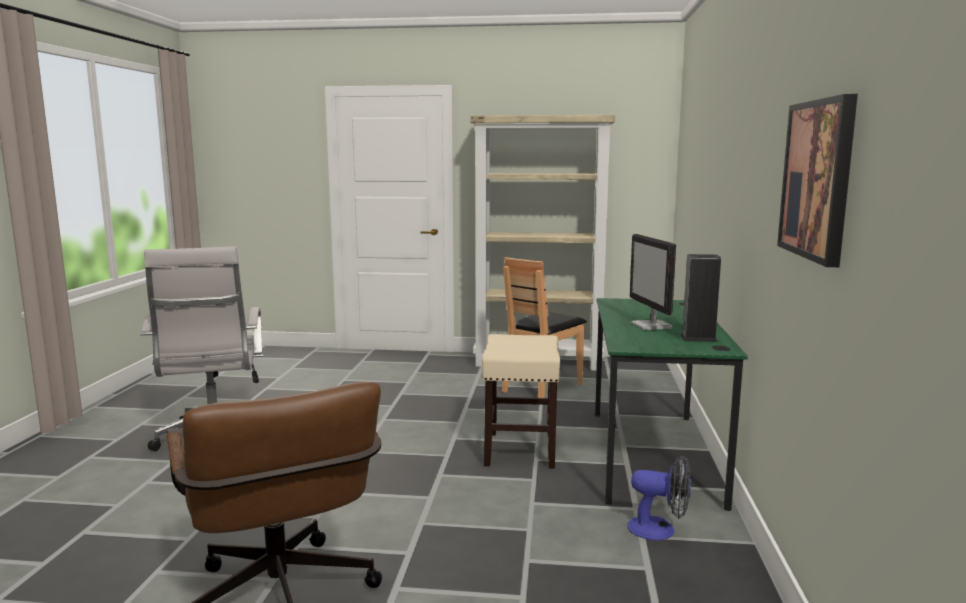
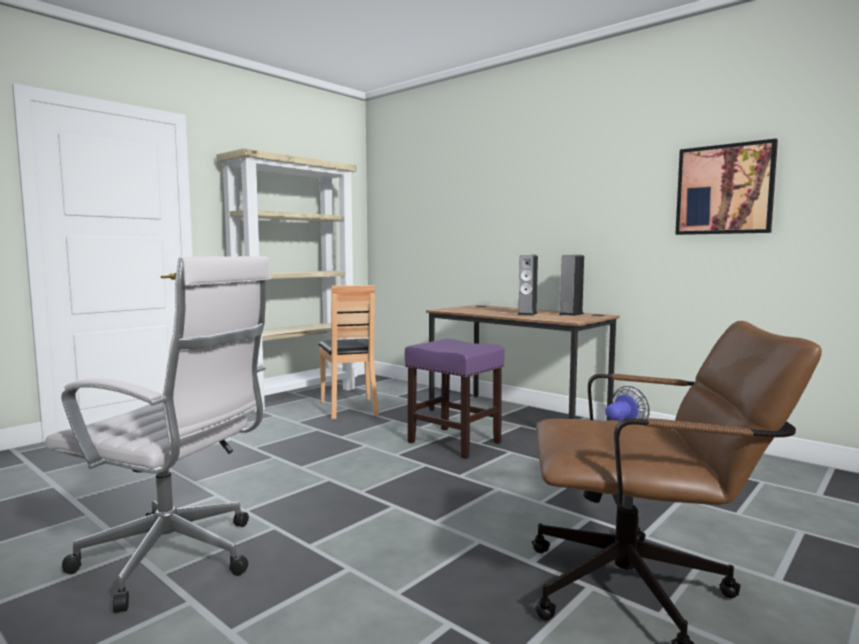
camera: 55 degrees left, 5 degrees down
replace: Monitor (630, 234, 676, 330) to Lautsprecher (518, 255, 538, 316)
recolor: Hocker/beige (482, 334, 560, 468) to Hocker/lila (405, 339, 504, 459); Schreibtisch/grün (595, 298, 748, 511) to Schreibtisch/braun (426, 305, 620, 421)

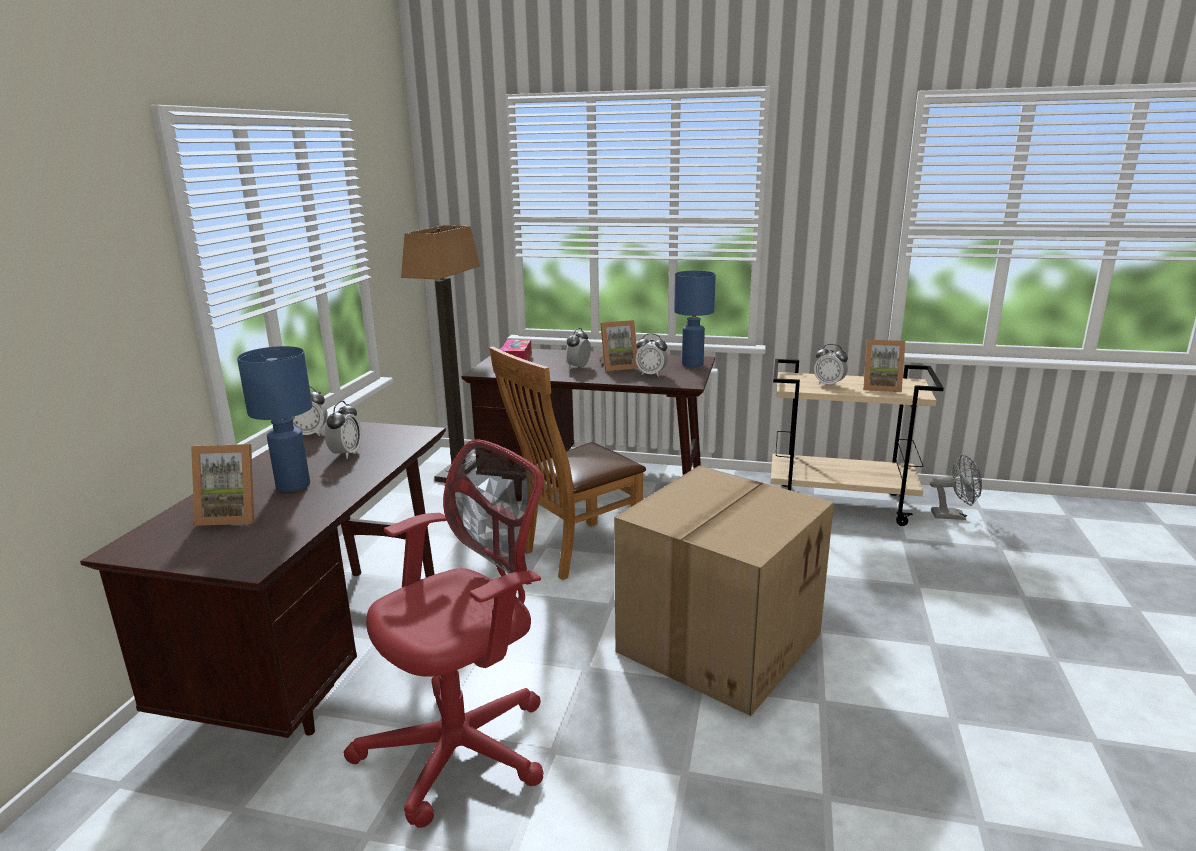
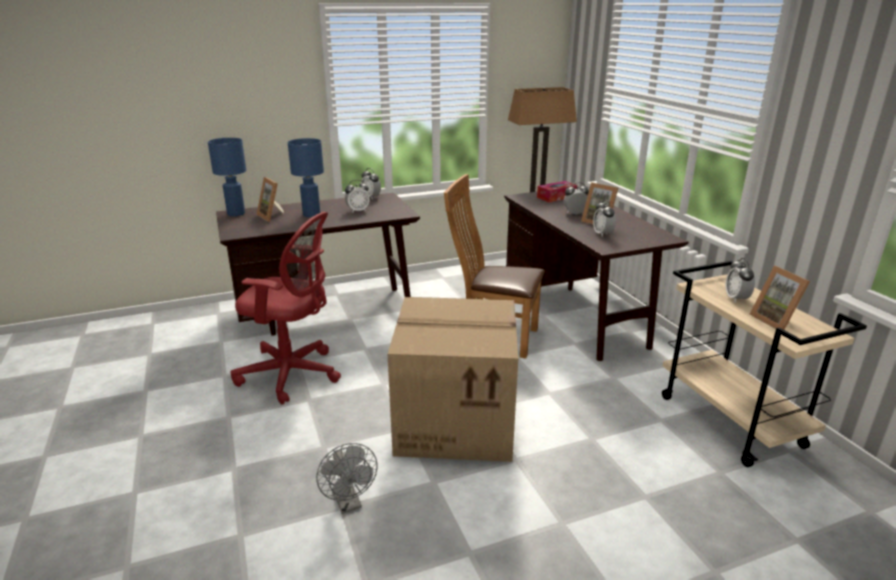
camera: 55 degrees right, 5 degrees up
move: Tischlampe/blau (674, 271, 716, 367) to (208, 138, 246, 216); Ventilator/grau (930, 454, 982, 520) to (316, 443, 377, 514)

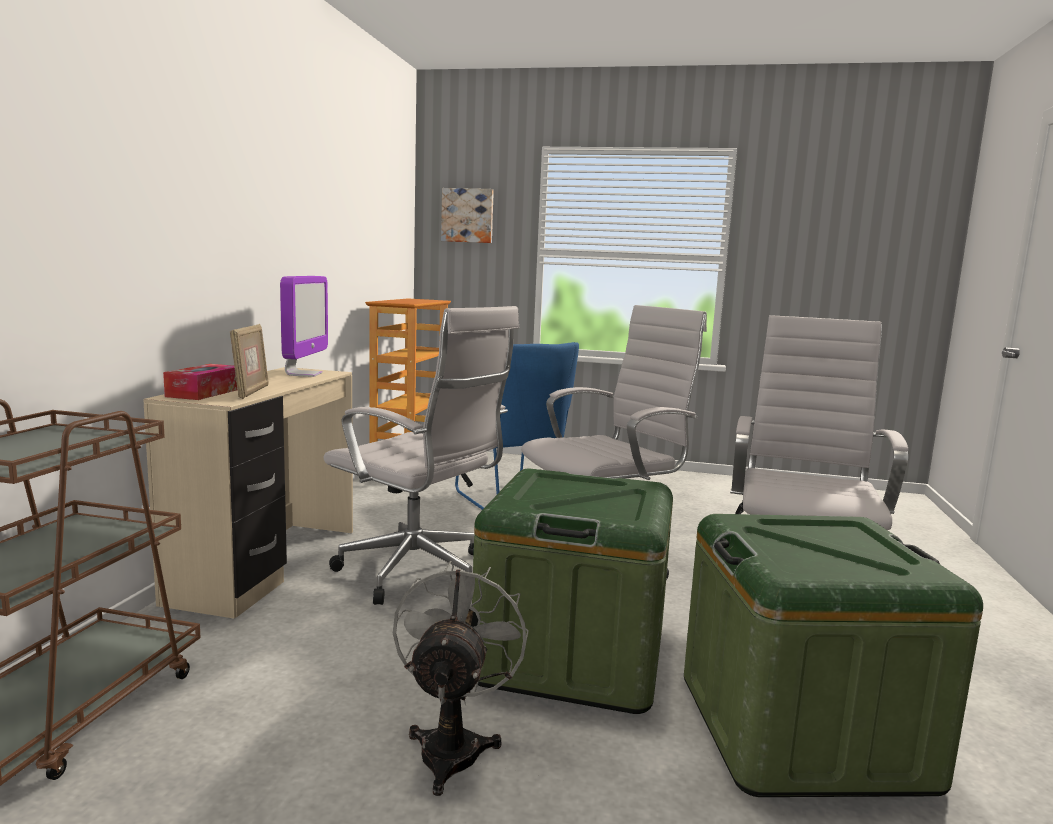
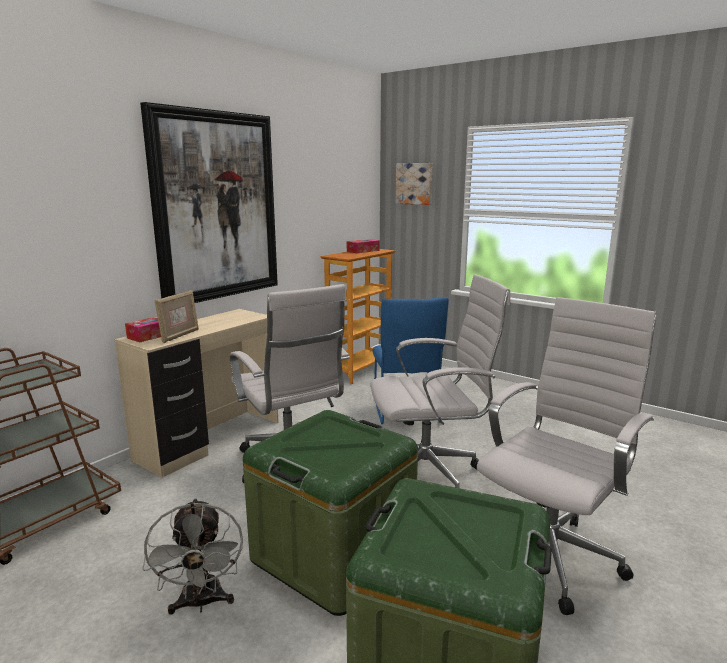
camera: 25 degrees right, 5 degrees up
delete: Monitor (280, 276, 328, 377)
insert: Bild (140, 102, 278, 303); Taschentuchbox (347, 239, 380, 253)
rotate: Ventilator/grau (393, 561, 529, 796) = (142, 498, 243, 615) 135 degrees clockwise

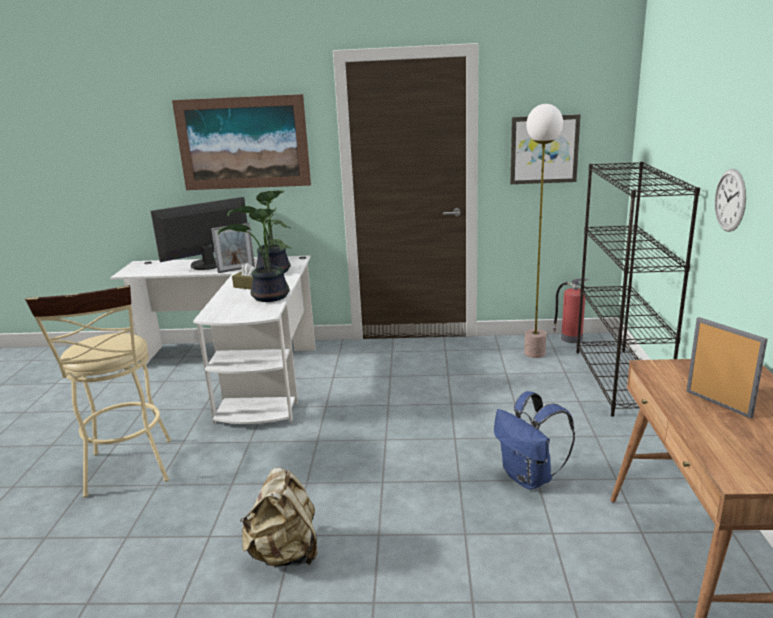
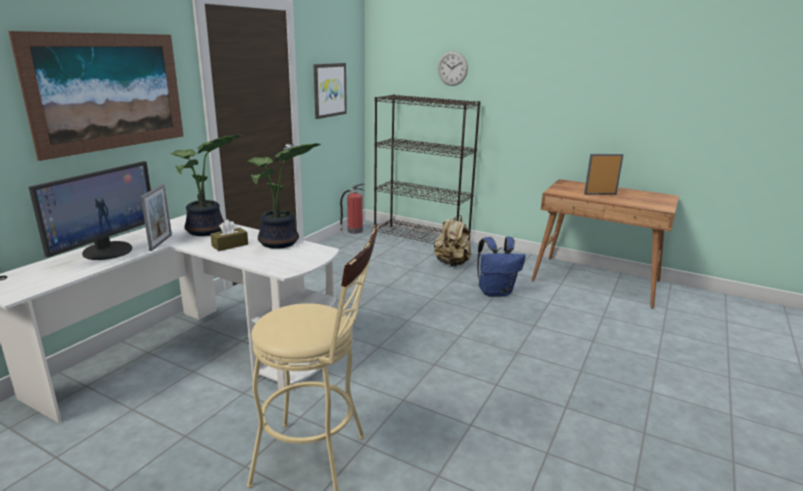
camera: 65 degrees left, 0 degrees up
delete: Stehlampe (524, 104, 563, 358)
move: Rucksack/beige (240, 467, 317, 567) to (434, 215, 471, 267); Wanduhr (715, 169, 746, 232) to (437, 51, 468, 86)
rotate: Monitor (151, 197, 247, 270) = (29, 161, 151, 260) 150 degrees counterclockwise

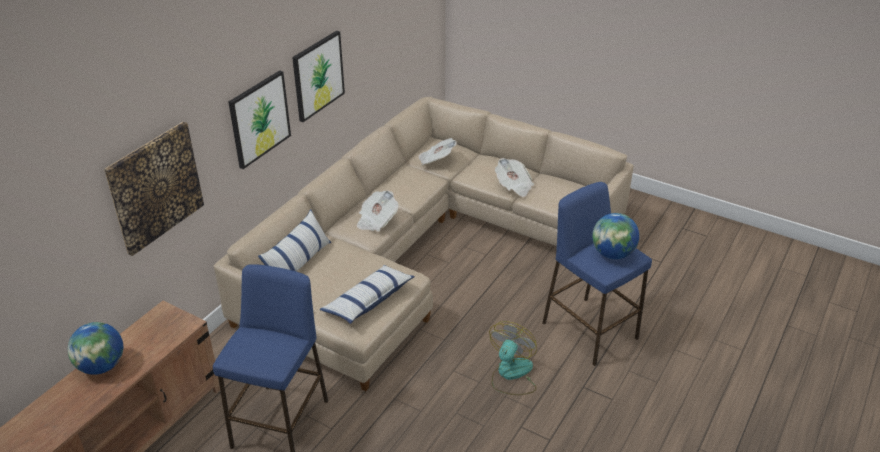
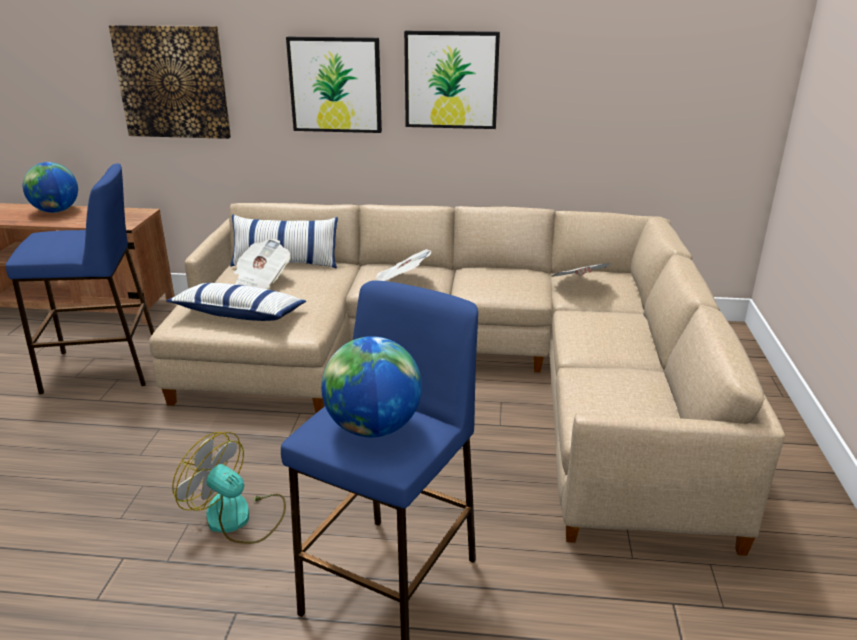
camera: 65 degrees right, 10 degrees down
move: Zeitung (495, 158, 534, 197) to (234, 239, 290, 289)
rotate: Ventilator (489, 321, 537, 395) = (172, 432, 286, 544) 150 degrees counterclockwise

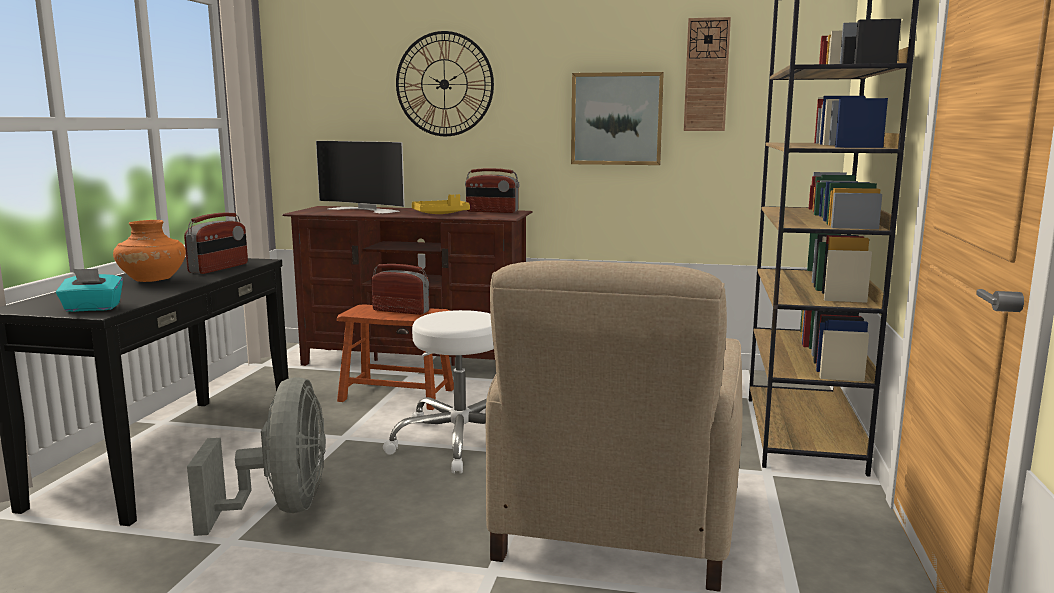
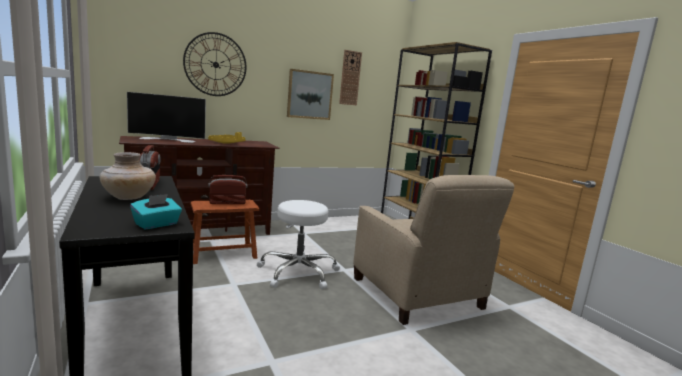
camera: 40 degrees left, 0 degrees up
delete: Ventilator/grau (187, 377, 326, 536); Radio (465, 168, 519, 213)
recolor: Vase/orange (113, 220, 186, 282) to Vase/beige (100, 152, 156, 200)

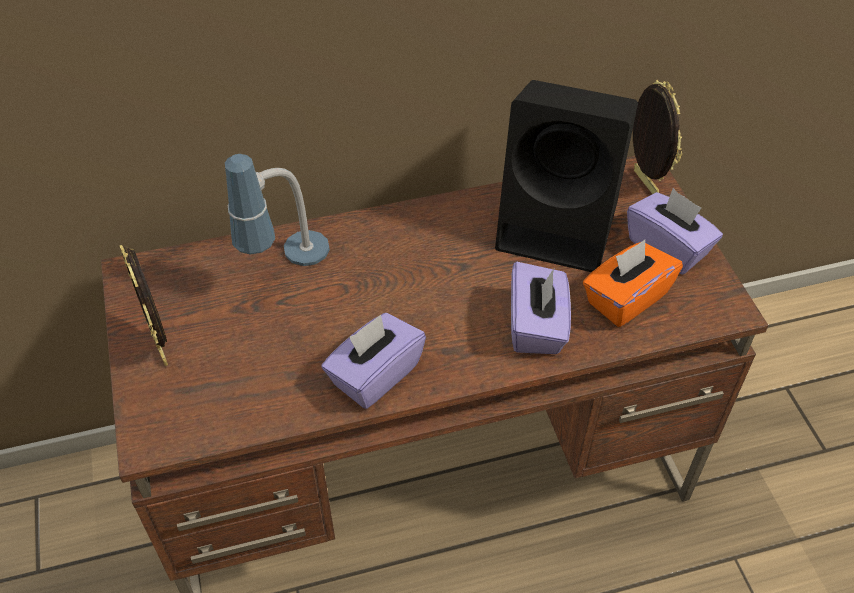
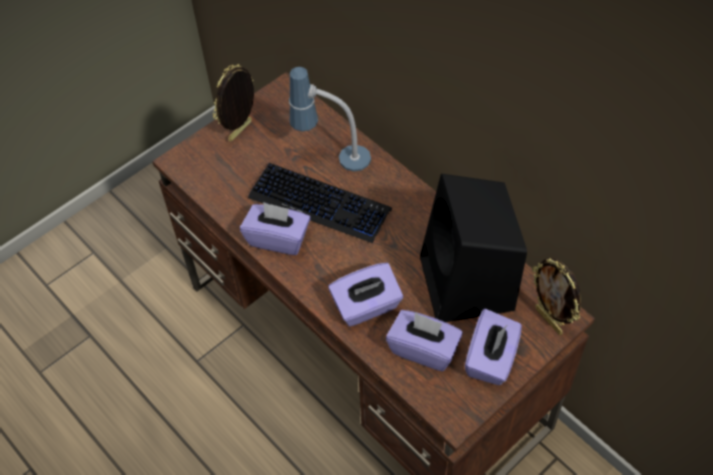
camera: 65 degrees right, 5 degrees up
insert: Tastatur (248, 163, 392, 243)
recolor: Taschentuchbox/orange (583, 240, 683, 327) to Taschentuchbox/lila (386, 310, 463, 371)
rotate: Bilderrahmen (633, 80, 682, 194) = (532, 258, 581, 335) 105 degrees clockwise

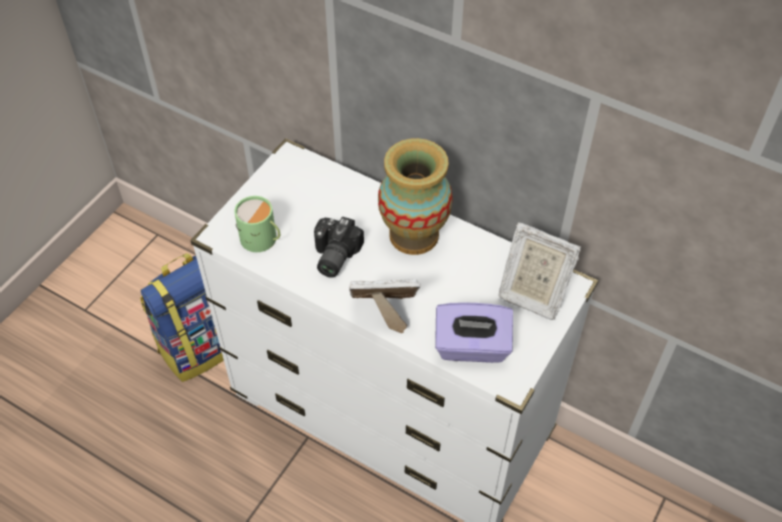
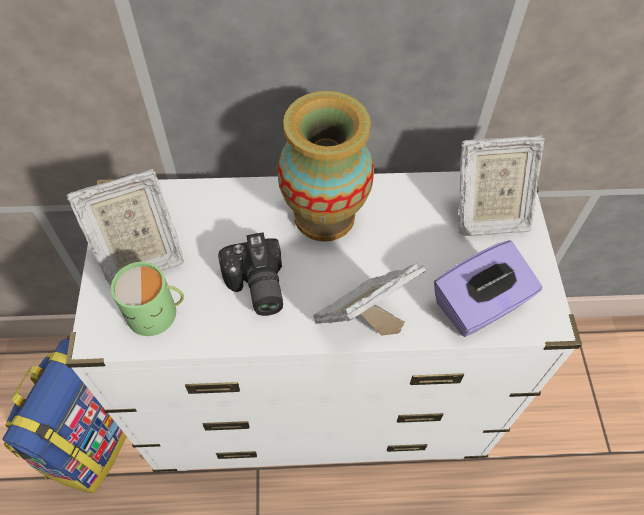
camera: 35 degrees left, 5 degrees up
insert: Bilderrahmen (67, 169, 184, 286)

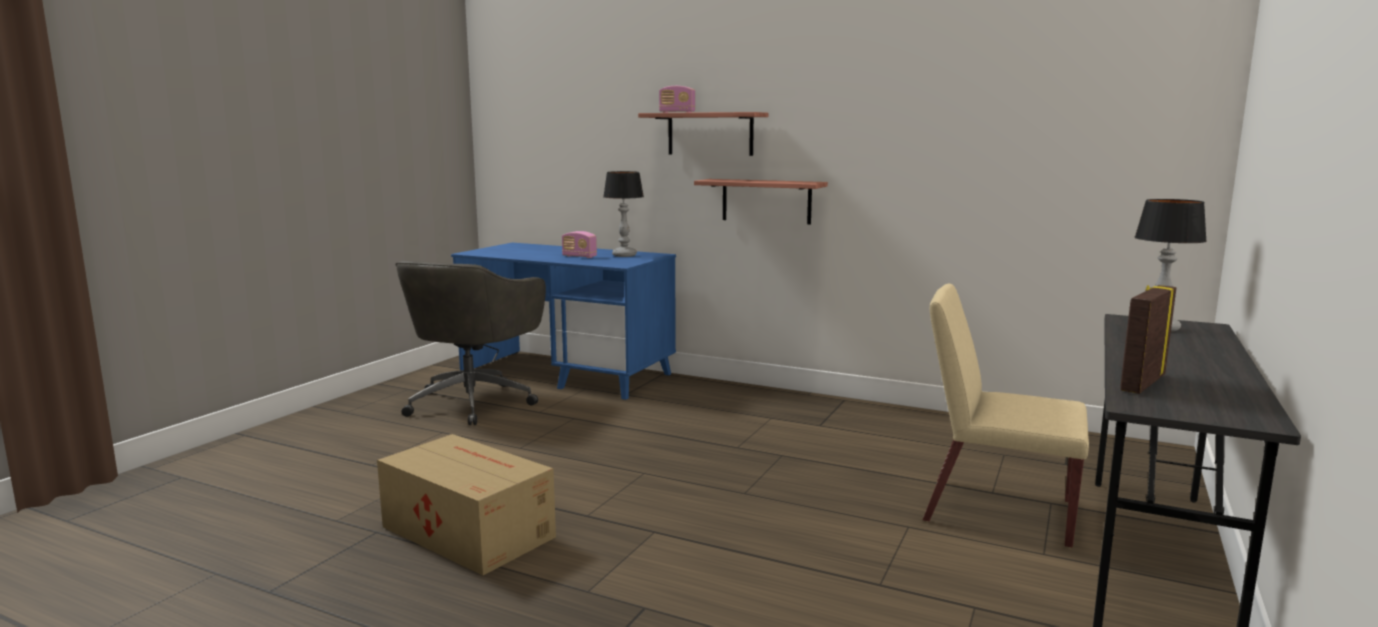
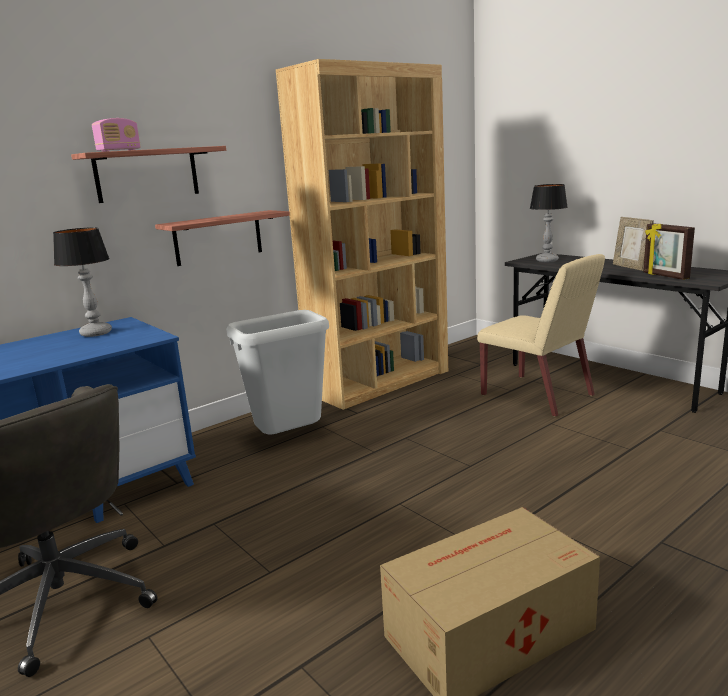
camera: 65 degrees left, 5 degrees up
delete: Radio (562, 231, 597, 258)
insert: Mülleimer/grau (226, 310, 329, 434); Bücherregal/braun (276, 59, 448, 410); Bilderrahmen (613, 217, 654, 271)
rotate: Stuhl/beige (923, 284, 1089, 548) = (477, 254, 605, 417) 90 degrees counterclockwise

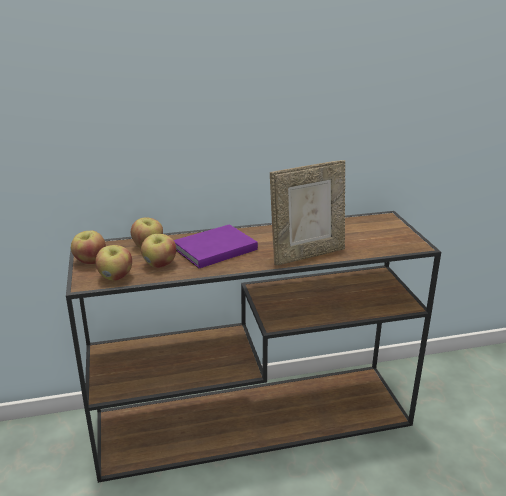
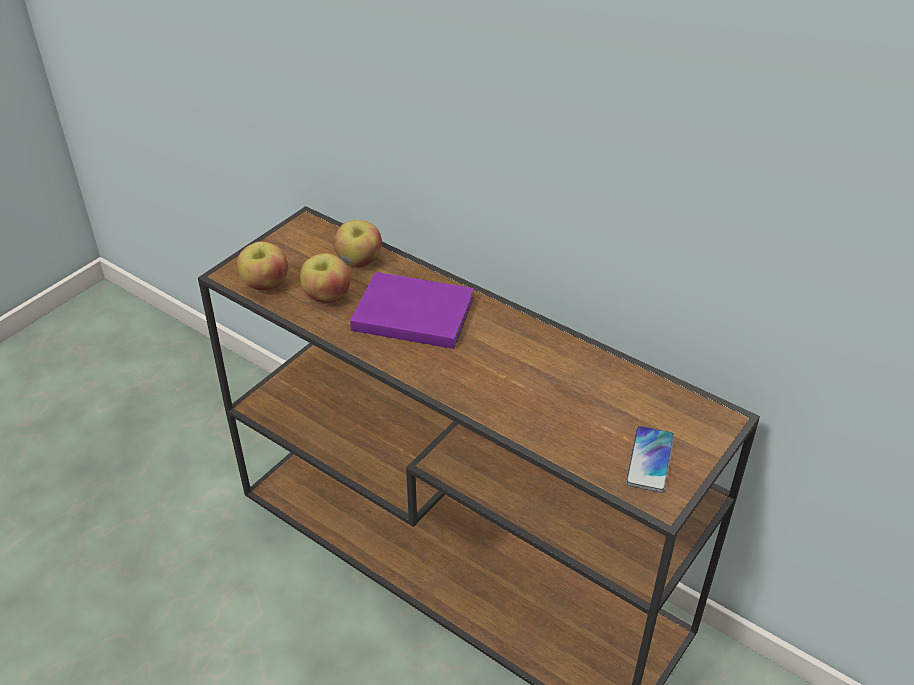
camera: 50 degrees right, 15 degrees up
delete: Apfel (71, 231, 106, 264); Bilderrahmen (270, 160, 345, 266)
insert: Handy (626, 426, 674, 493)

